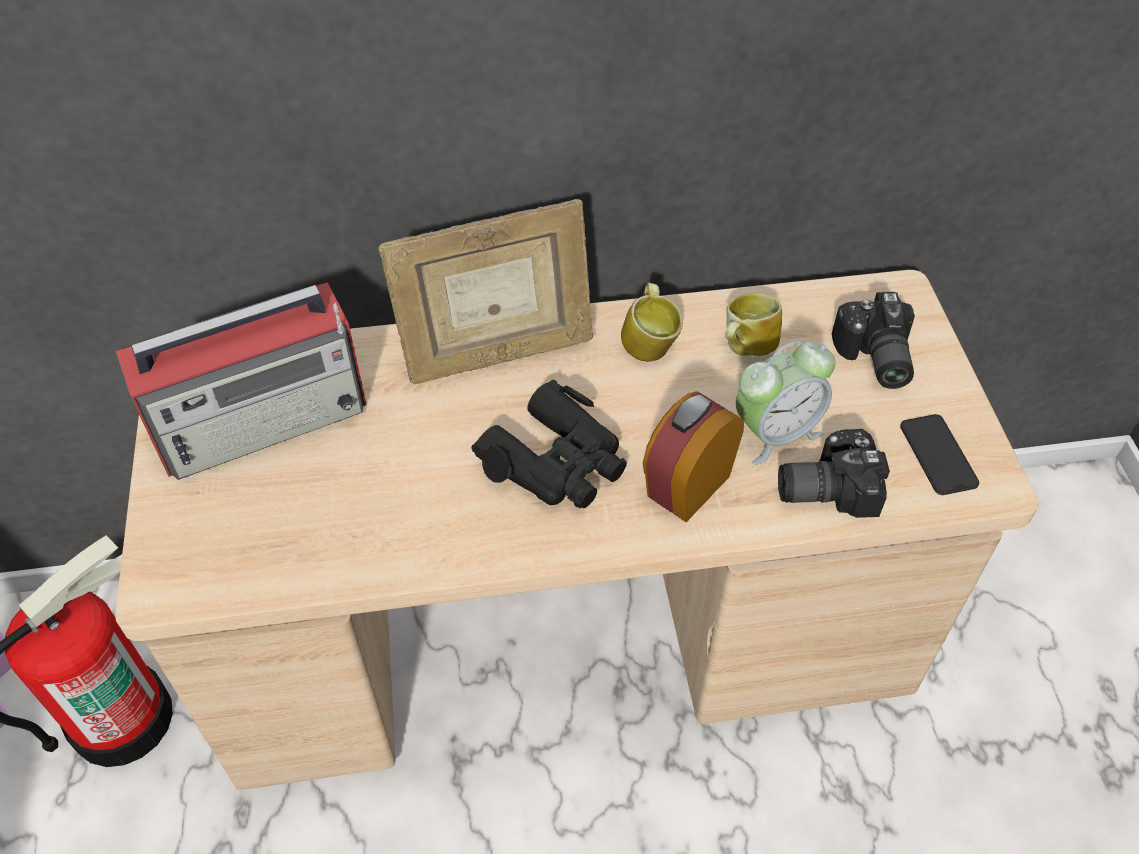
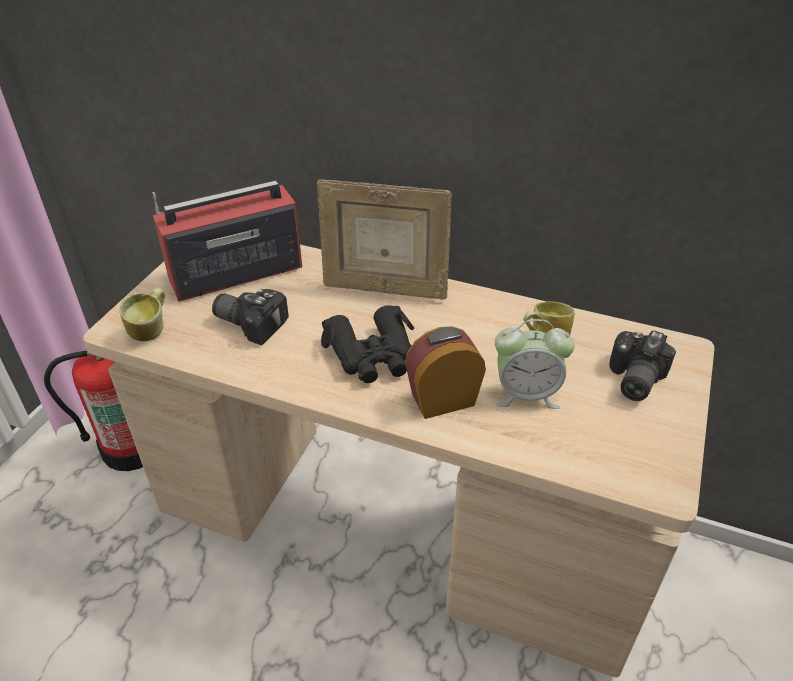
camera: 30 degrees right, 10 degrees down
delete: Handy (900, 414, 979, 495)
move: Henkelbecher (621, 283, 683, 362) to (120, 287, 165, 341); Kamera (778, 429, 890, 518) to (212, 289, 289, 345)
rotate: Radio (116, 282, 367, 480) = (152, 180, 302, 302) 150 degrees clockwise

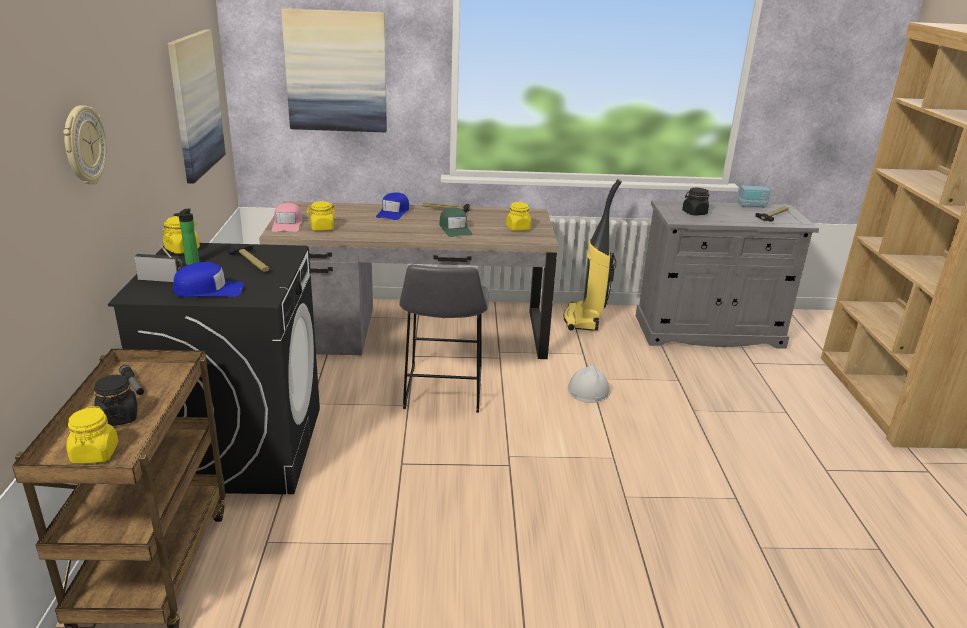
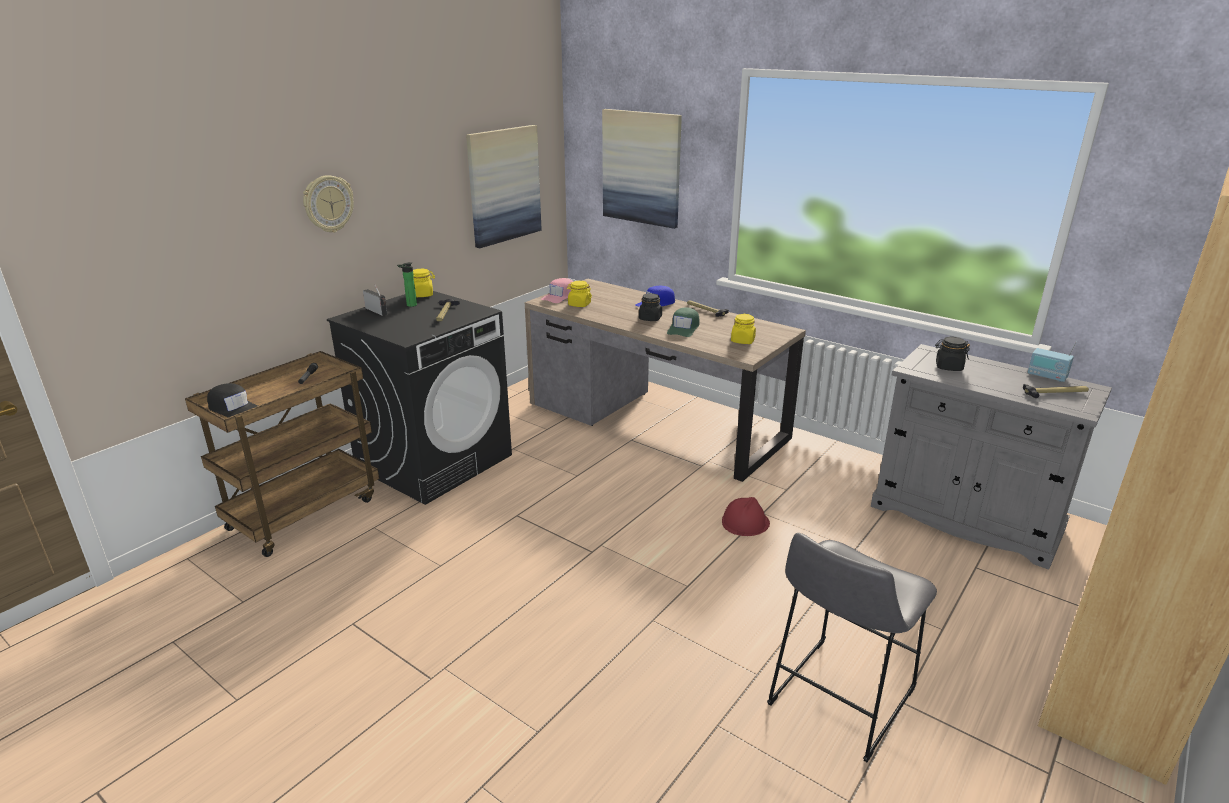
camera: 40 degrees right, 0 degrees up
delete: Kappe/blau (173, 262, 244, 297); Staubsauger (563, 179, 622, 331)
move: Vorratsglas/schwarz (94, 375, 137, 426) to (639, 293, 662, 321); Hocker/grau (399, 264, 489, 413) to (767, 533, 937, 762)
replace: Vorratsglas/gelb (66, 406, 119, 464) to Kappe/schwarz (207, 383, 258, 417)
recolor: Schutzhelm/weiß (568, 365, 610, 403) to Schutzhelm/rot (722, 497, 770, 536)

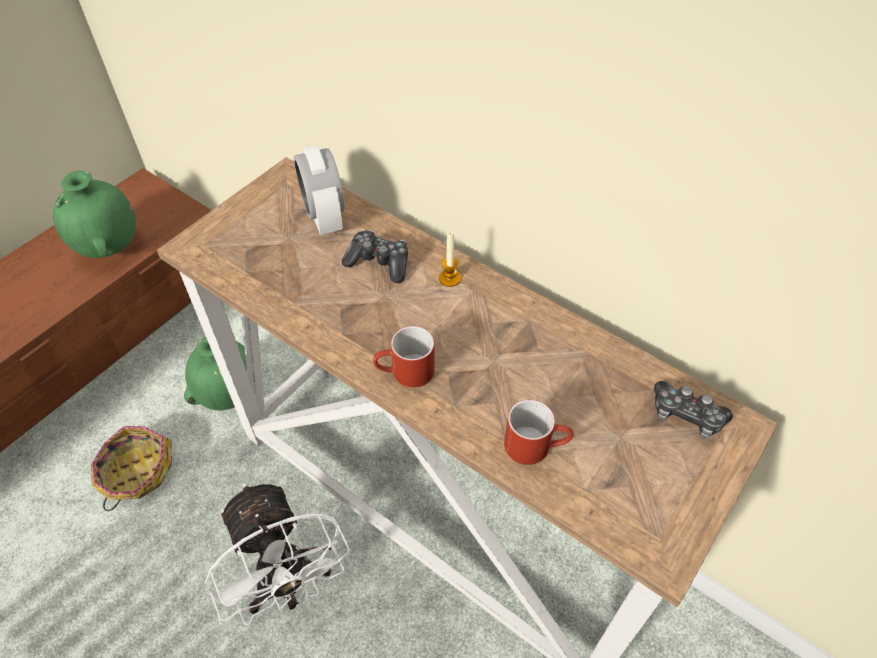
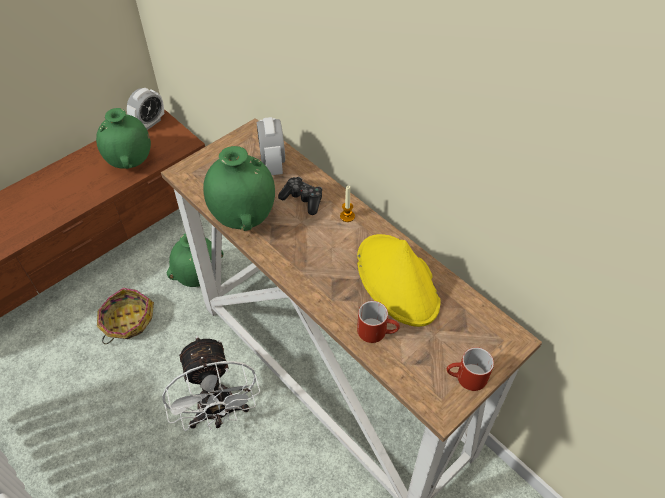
camera: 10 degrees right, 0 degrees up
delete: Gamepad (654, 381, 733, 439)
insert: Wecker (127, 88, 164, 130); Vase/grün (203, 146, 275, 231); Hut/gelb (357, 234, 440, 327)
move: Henkelbecher/rot (373, 326, 435, 388) to (447, 347, 494, 391)

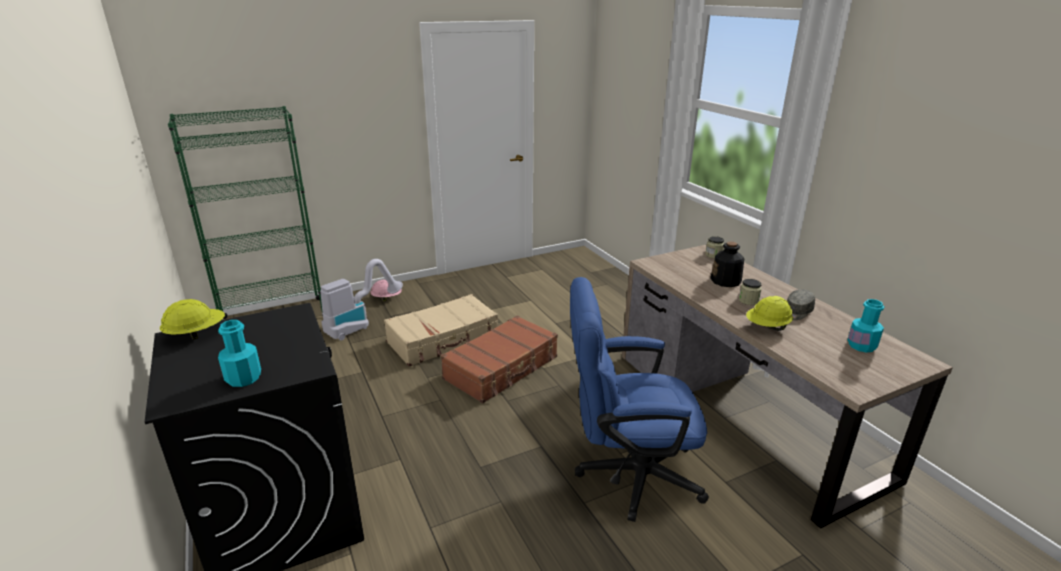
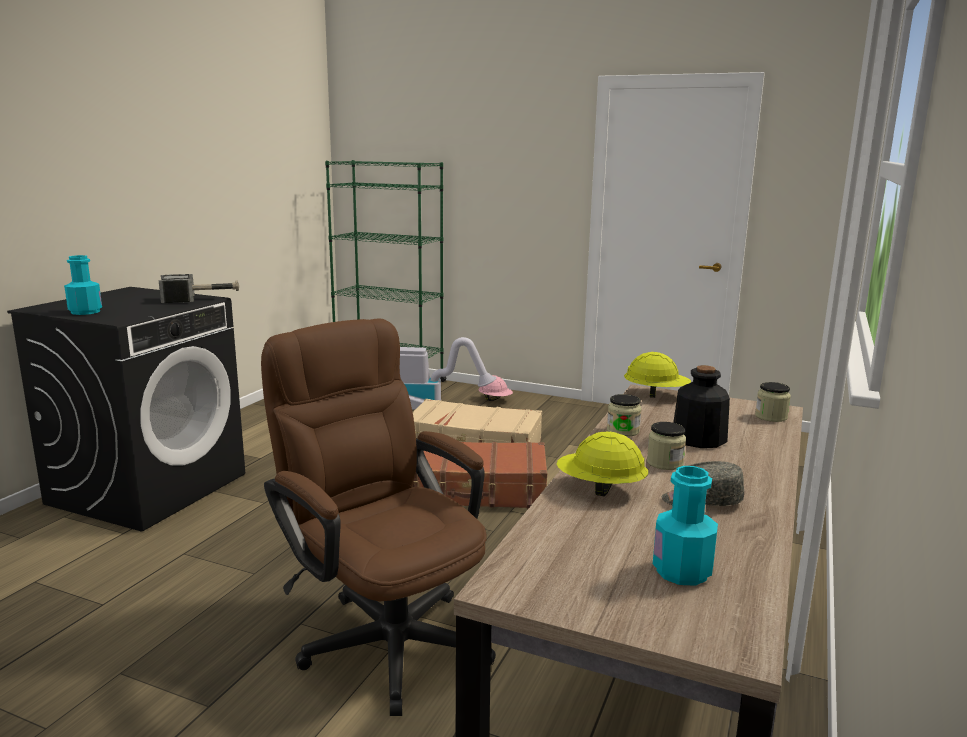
camera: 50 degrees right, 10 degrees down
insert: Hammer (159, 274, 239, 303); Vorratsglas (607, 394, 642, 437)
move: Schutzhelm/gelb (160, 299, 225, 340) to (624, 352, 692, 398)
recolor: Bürostuhl/blau (570, 277, 709, 522) to Bürostuhl/braun (261, 319, 496, 716)

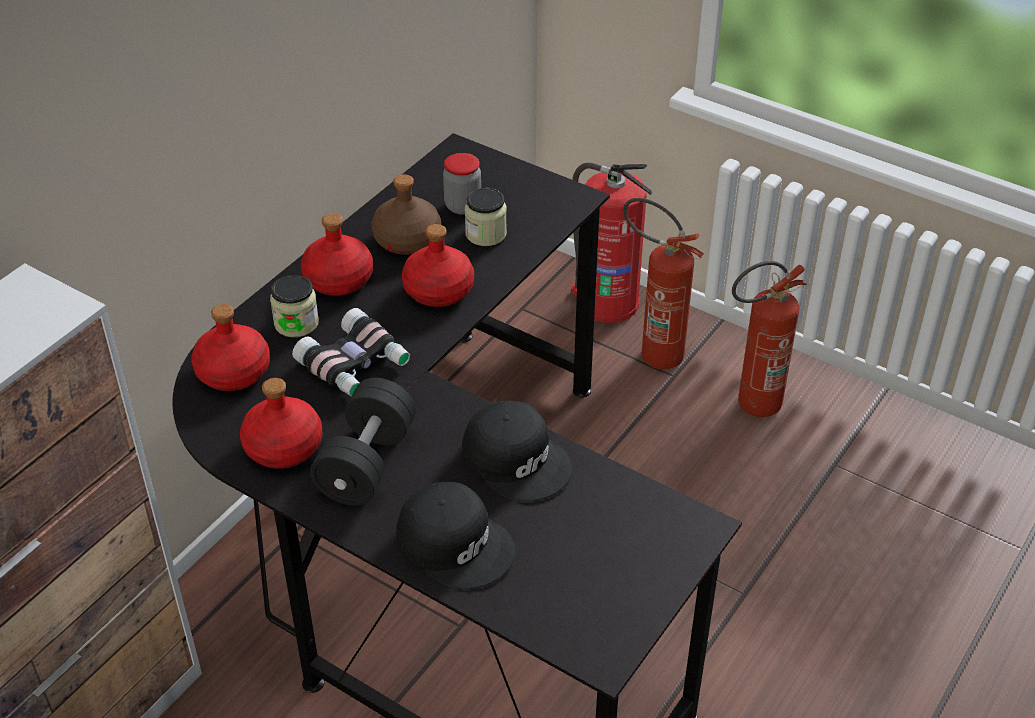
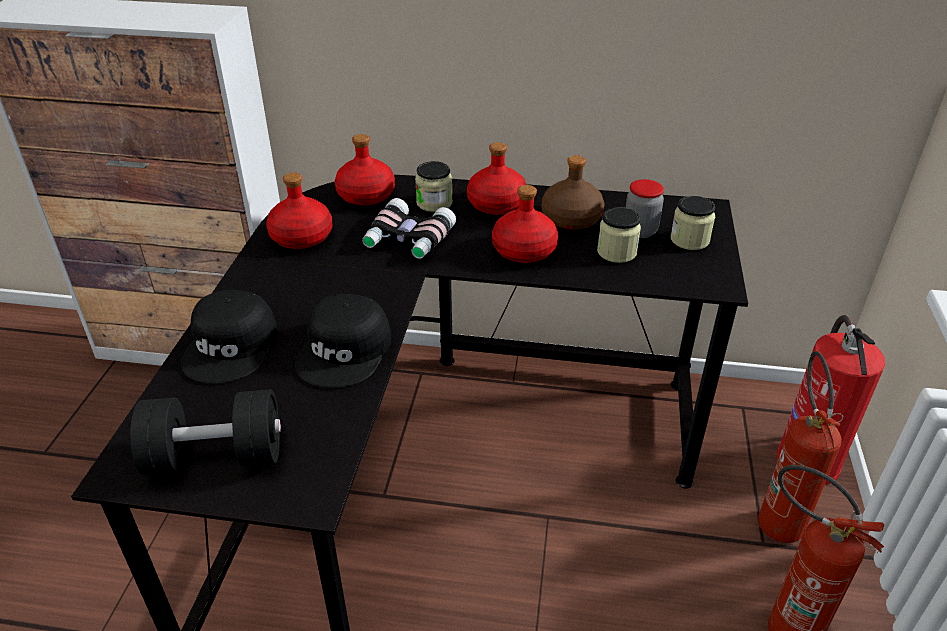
camera: 65 degrees right, 5 degrees down
insert: Vorratsglas (670, 196, 715, 250)
move: Hantel/schwarz (310, 378, 416, 506) to (130, 389, 281, 475)

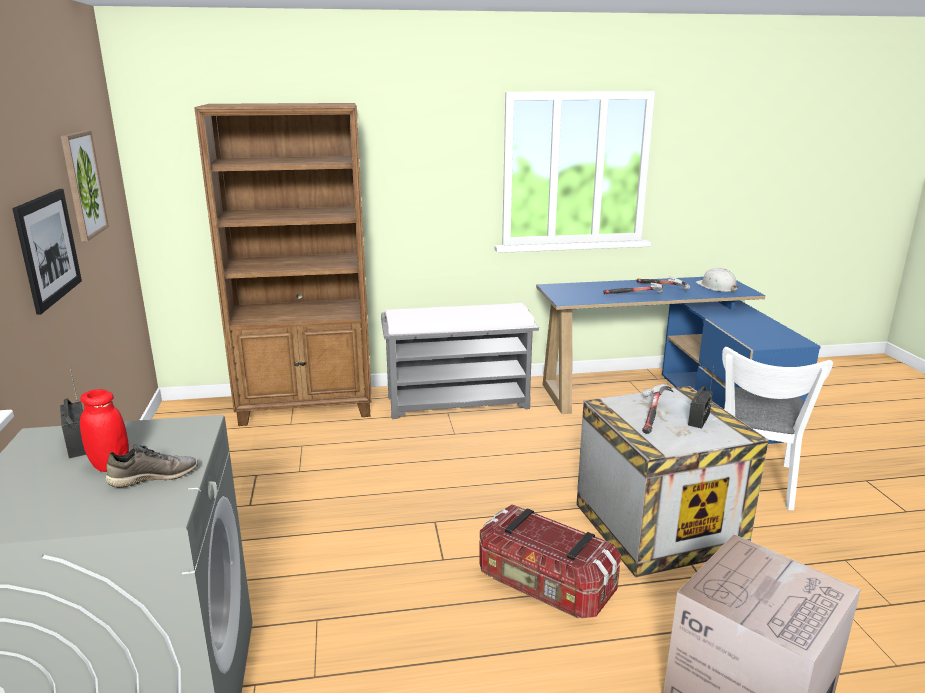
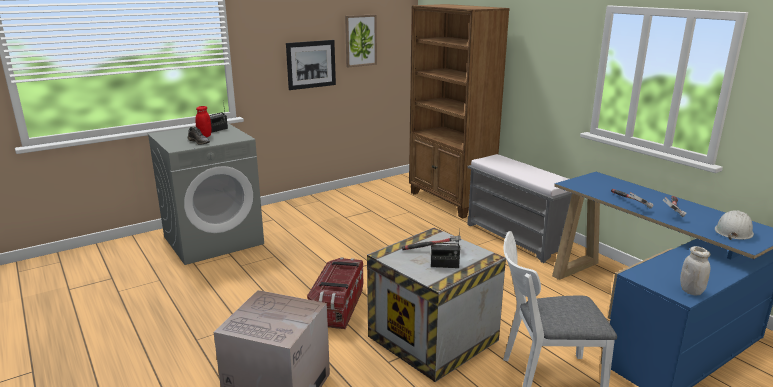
camera: 65 degrees right, 0 degrees up
insert: Vorratsglas/weiß (680, 246, 710, 296)

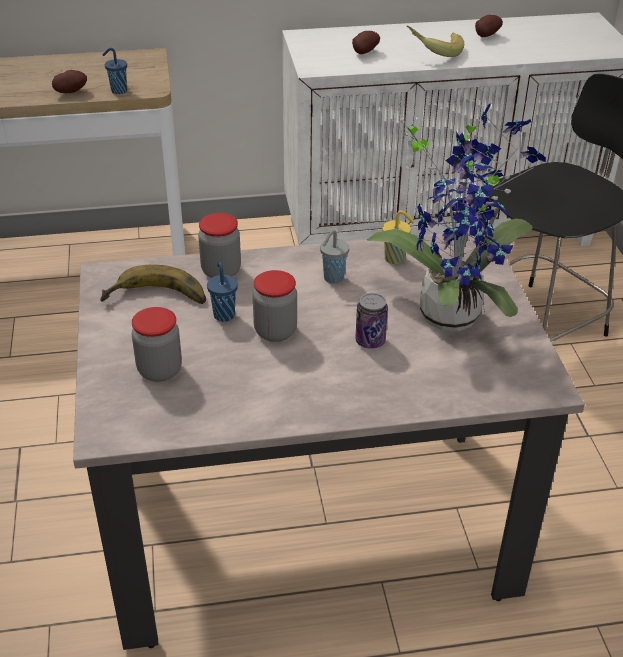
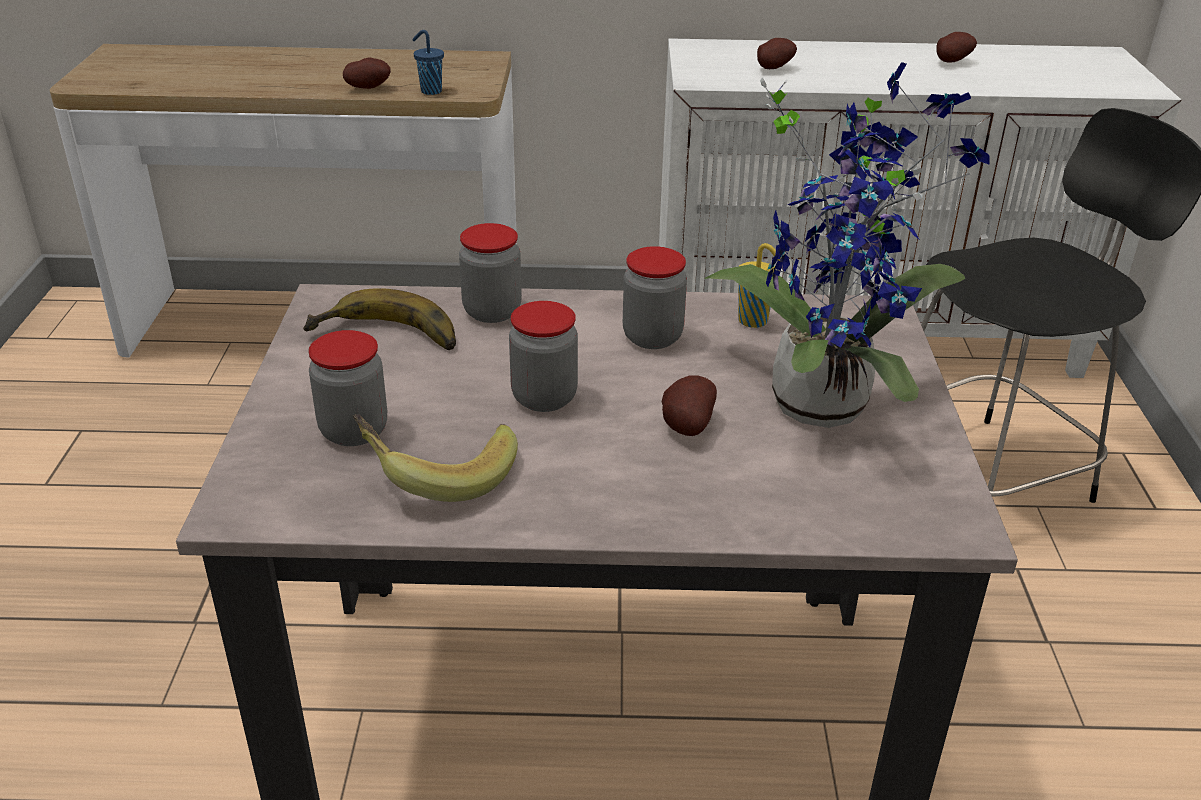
camera: 10 degrees right, 5 degrees down
delete: Tasse/blau (207, 262, 238, 322)
move: Banane (407, 26, 464, 57) to (353, 414, 518, 502)
replace: Tasse/grau (320, 230, 349, 284) to Vorratsglas (623, 246, 687, 349); Dose (355, 293, 388, 349) to Kartoffel (661, 375, 717, 436)

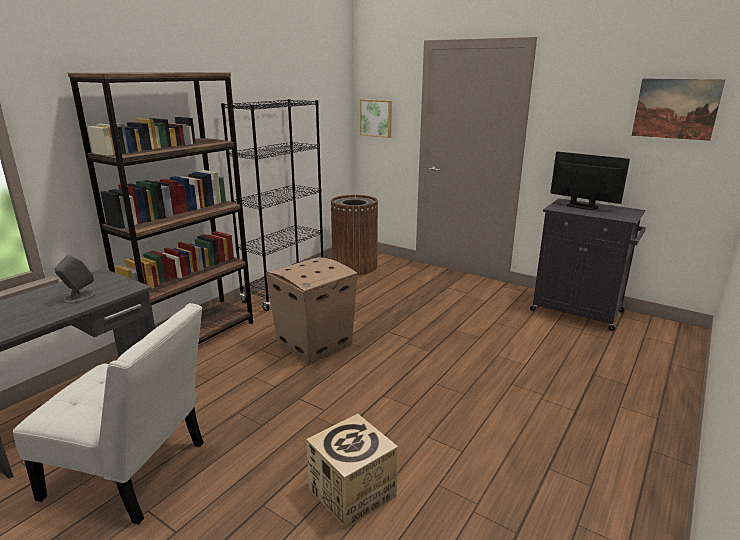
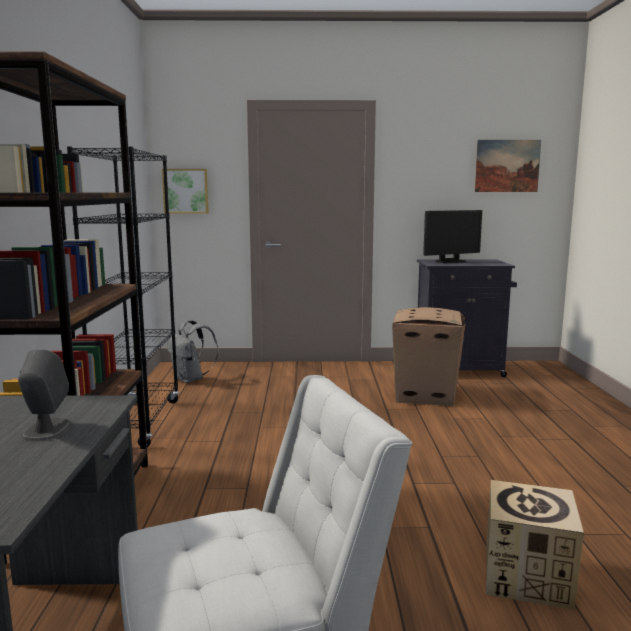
camera: 35 degrees left, 10 degrees down
move: Karton (266, 257, 358, 364) to (392, 307, 466, 406)
replace: Mülleimer/braun (330, 195, 378, 275) to Rucksack/grau (167, 320, 218, 383)
rotate: Monitor (550, 152, 630, 210) = (423, 210, 482, 263) 150 degrees clockwise

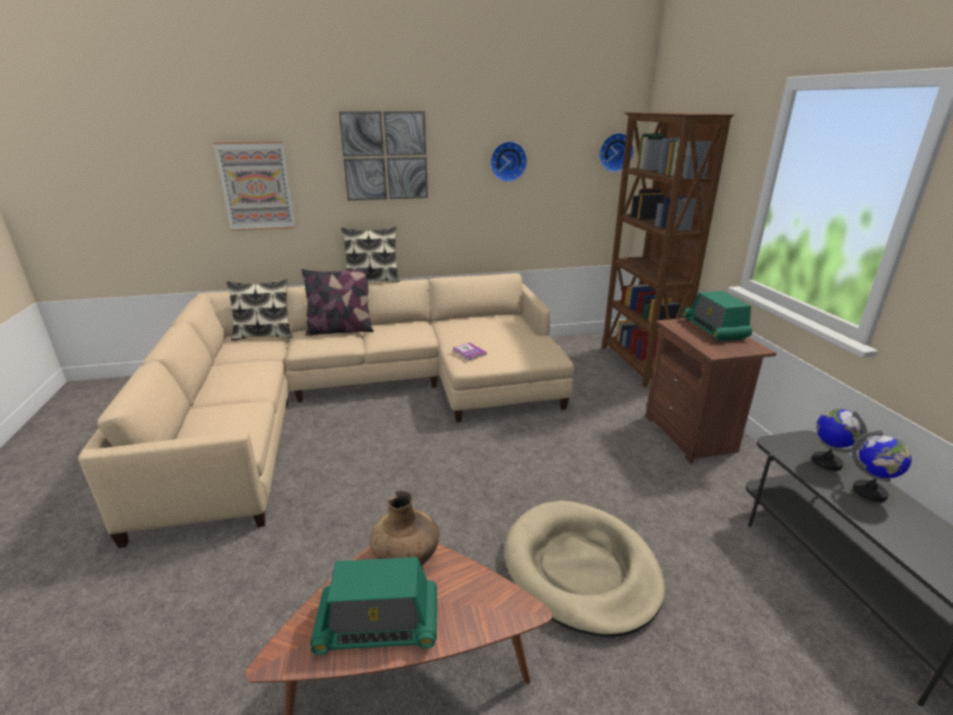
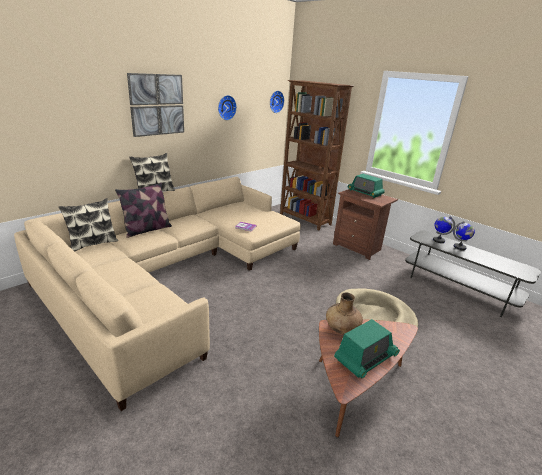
camera: 35 degrees left, 0 degrees up
delete: Bild (213, 141, 295, 231)

